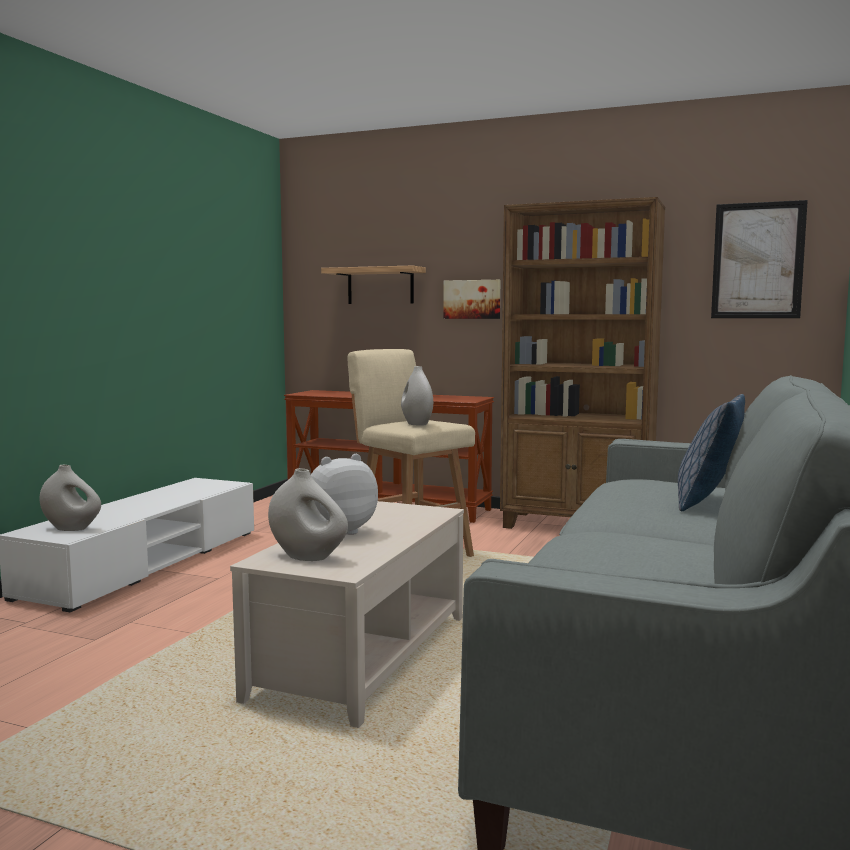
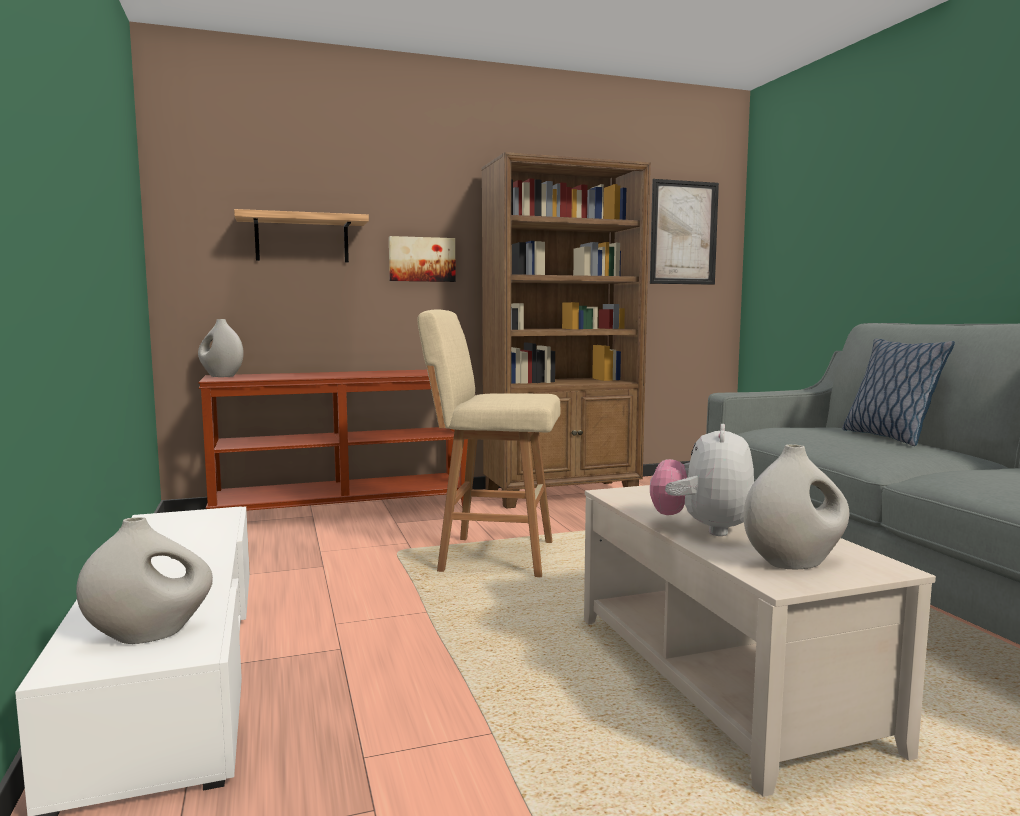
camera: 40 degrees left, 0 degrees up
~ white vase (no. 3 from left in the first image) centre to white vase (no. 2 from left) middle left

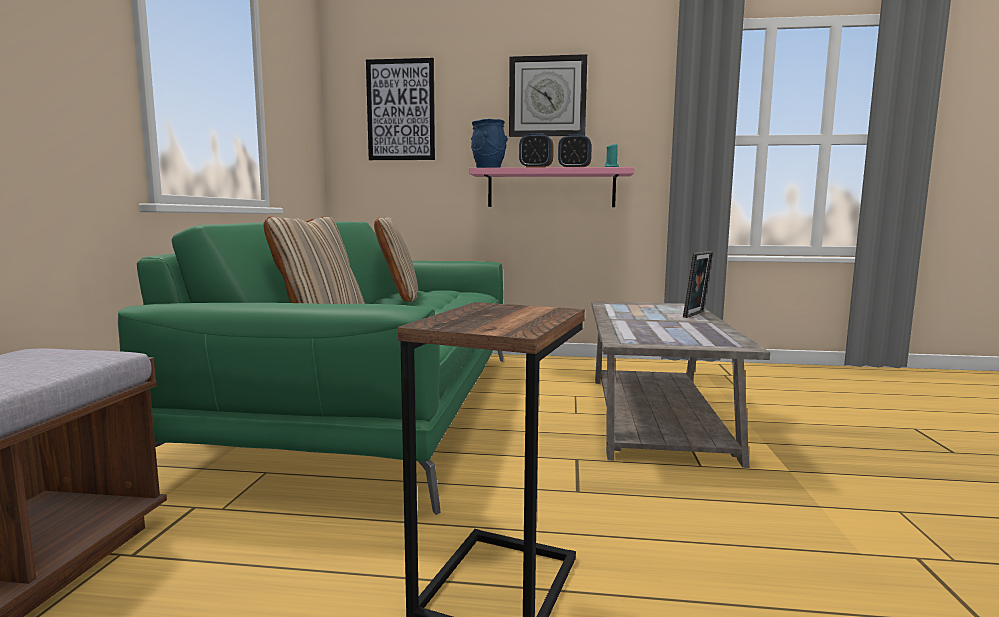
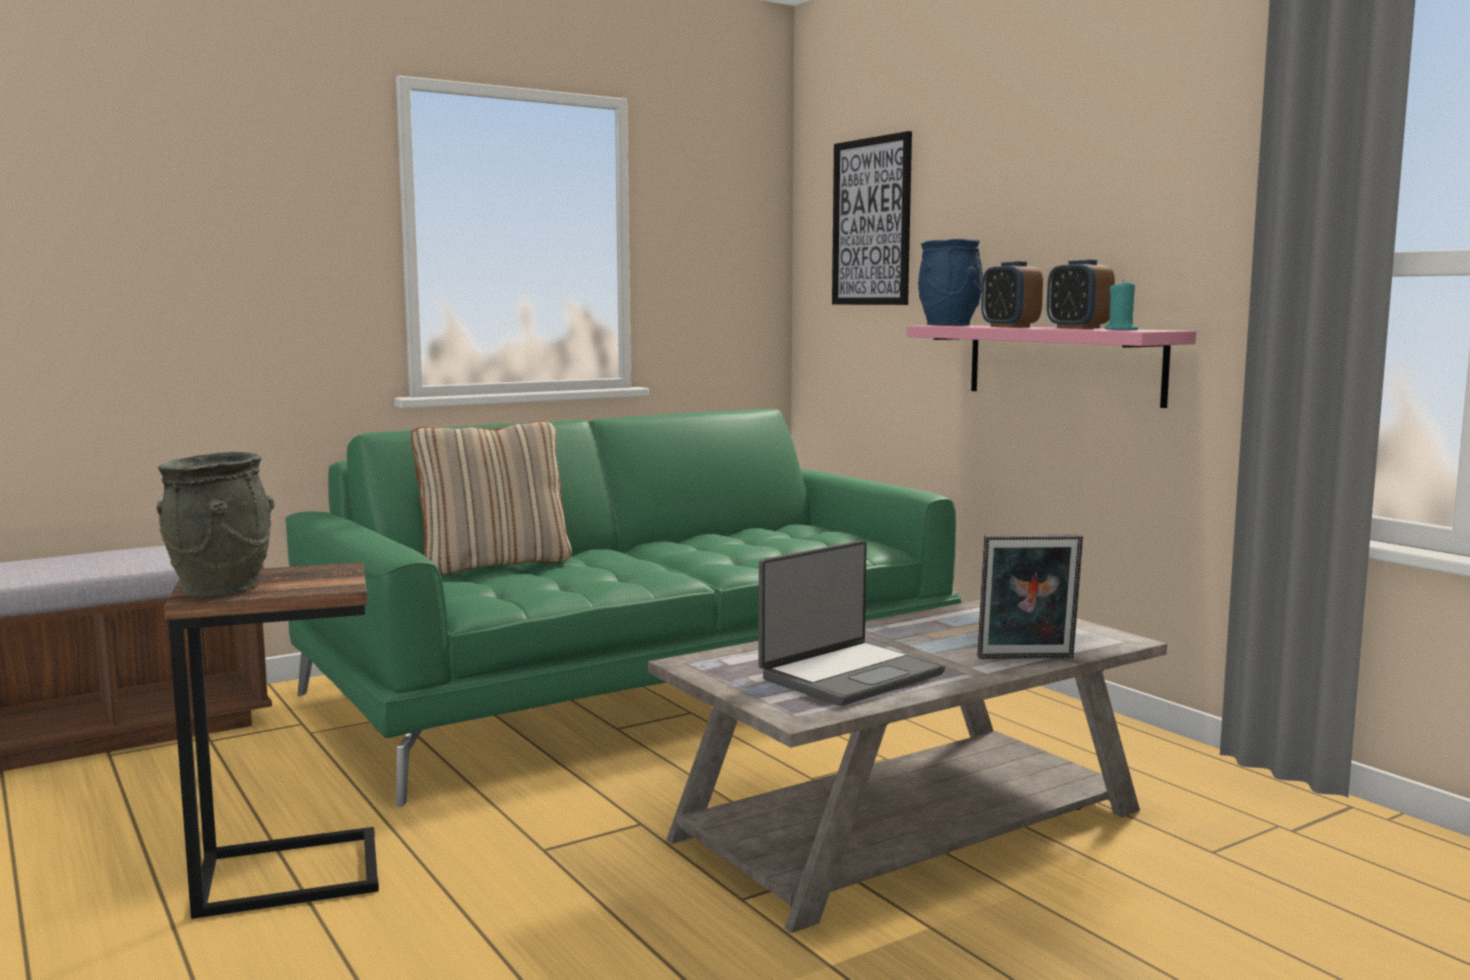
camera: 50 degrees right, 0 degrees up
- beige pillow (no. 2 from left) centre
- wall clock top centre
+ grey vase middle left
+ laptop centre

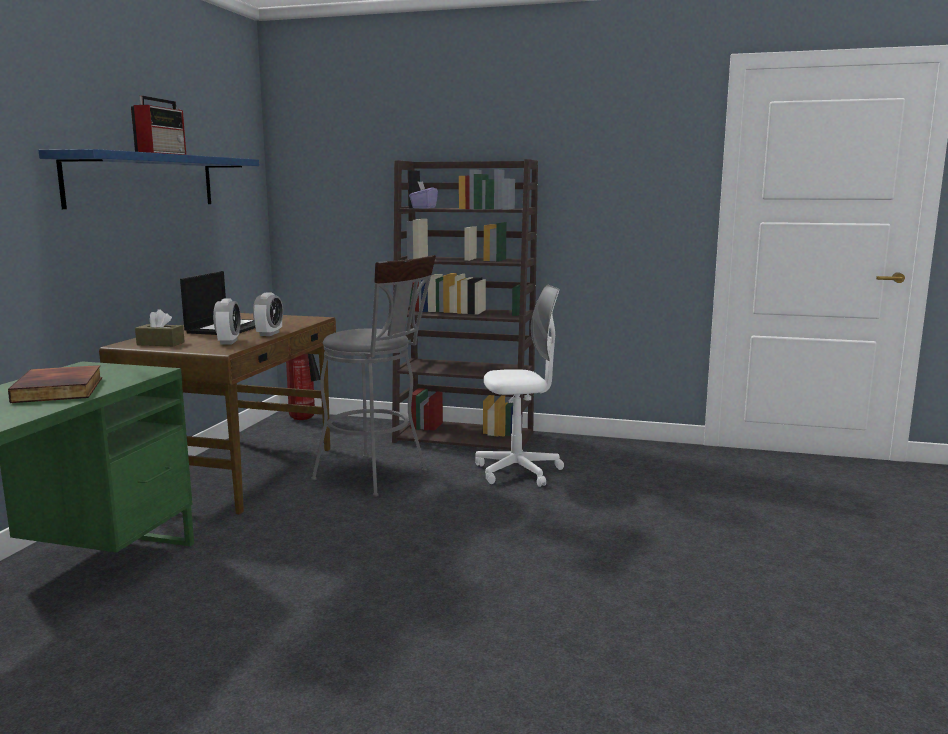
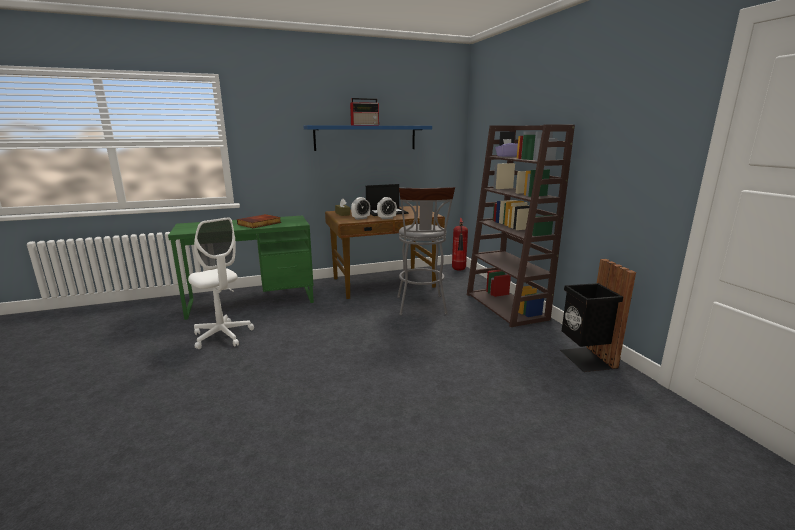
camera: 55 degrees right, 5 degrees up
~ white office chair centre to middle left
+ black trash can middle right

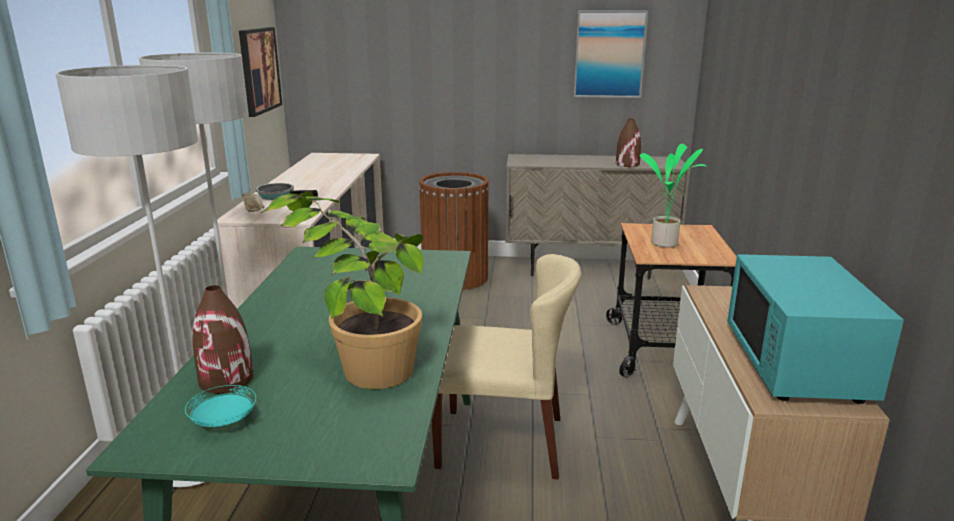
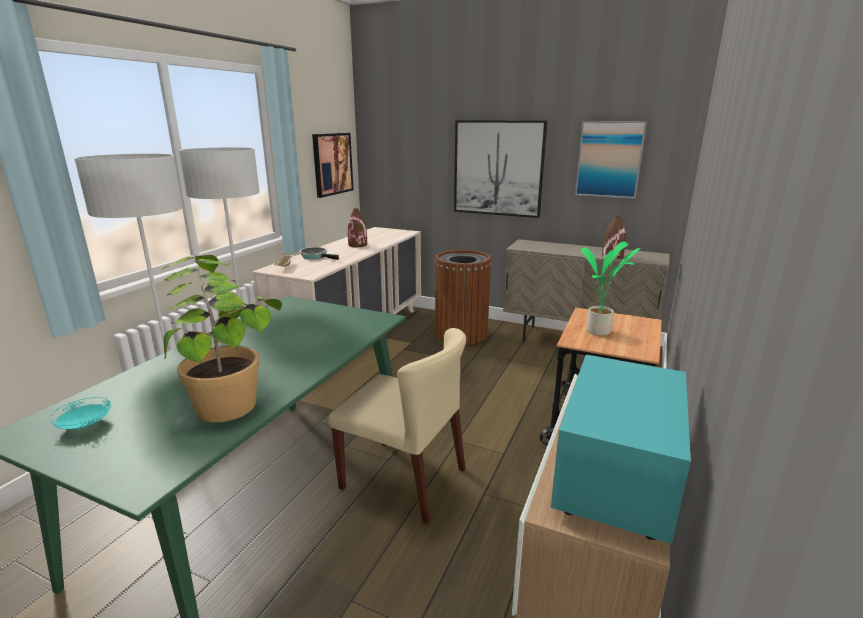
camera: 20 degrees right, 0 degrees up
~ brown vase (no. 1 from left) middle left to centre
+ picture (no. 2 from left) top centre

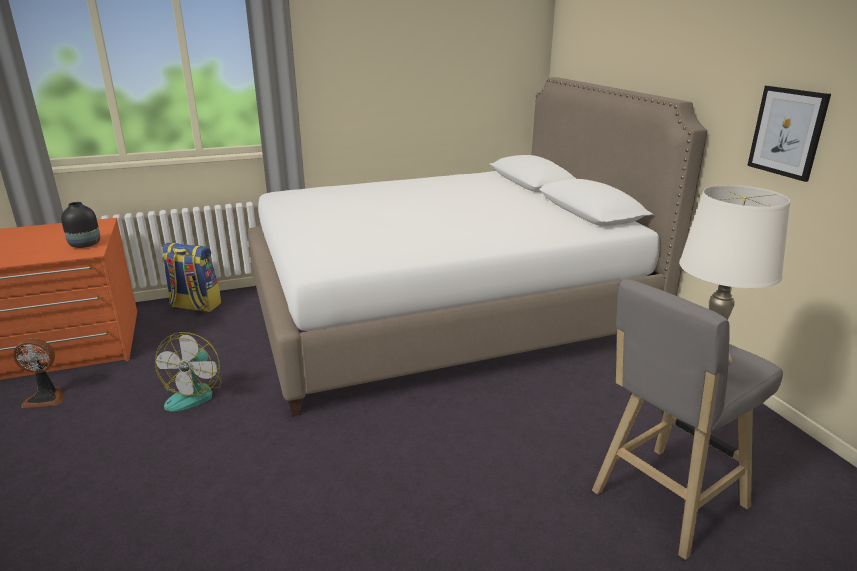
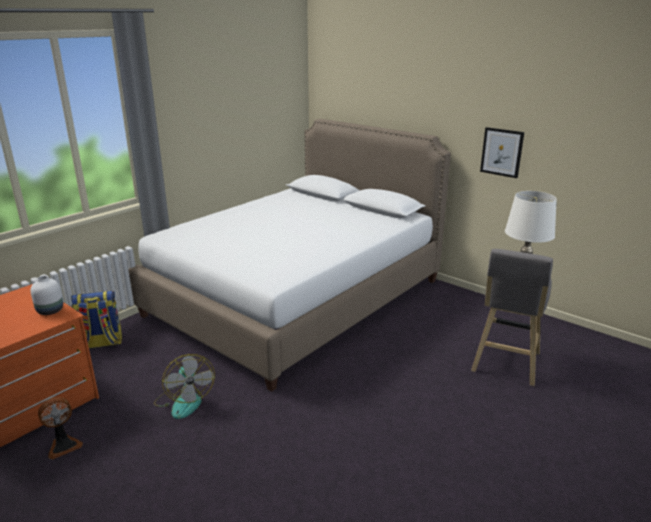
camera: 30 degrees left, 0 degrees up
~ black vase middle left to white vase middle left

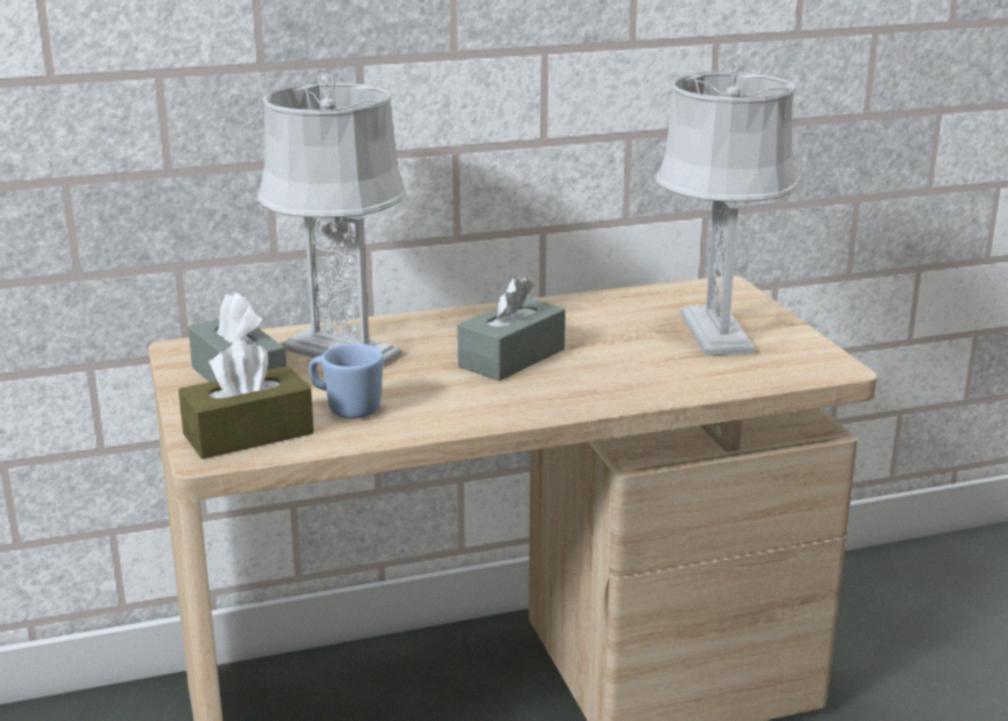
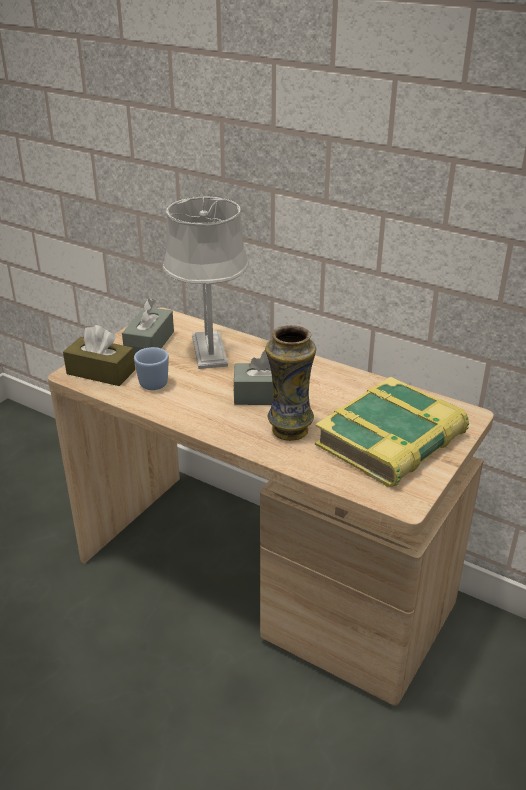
camera: 50 degrees right, 10 degrees up
~ grey table lamp (no. 2 from left) top right to book middle right
+ vase centre

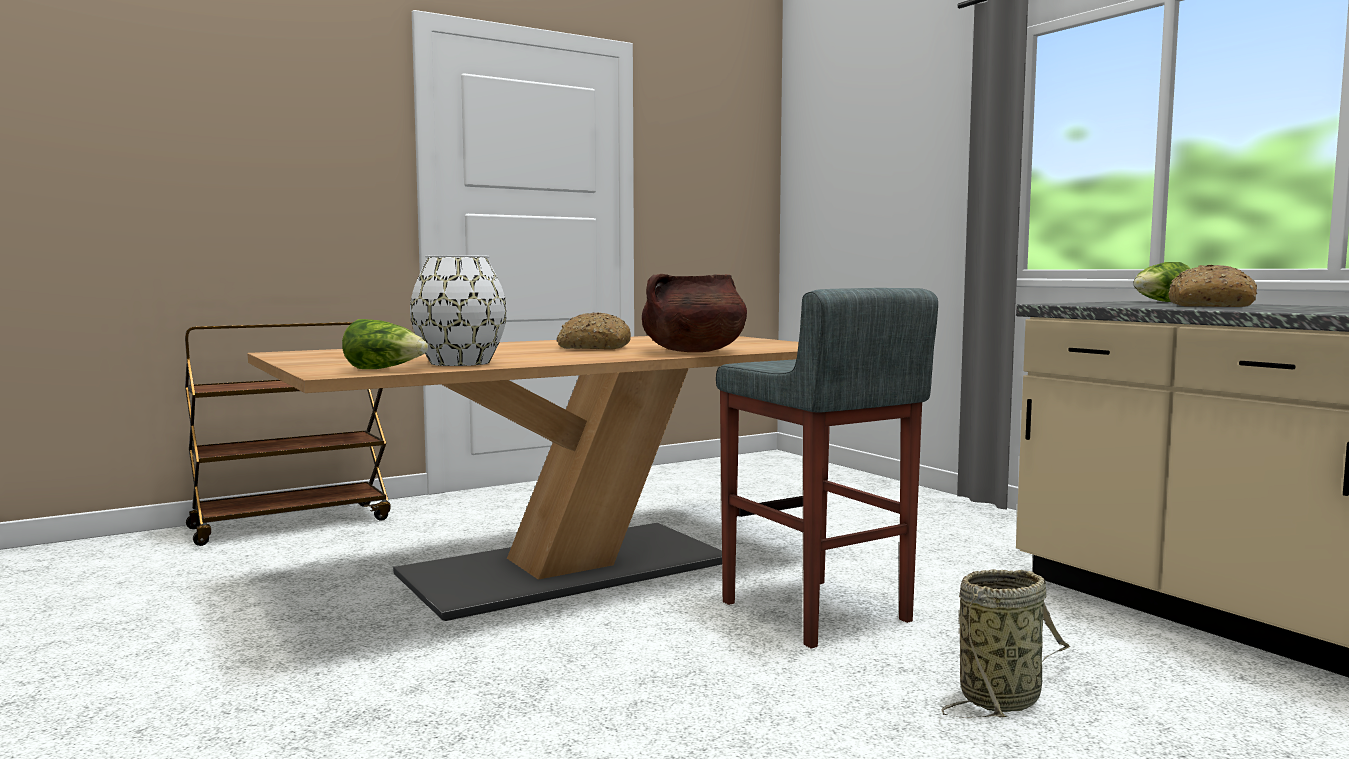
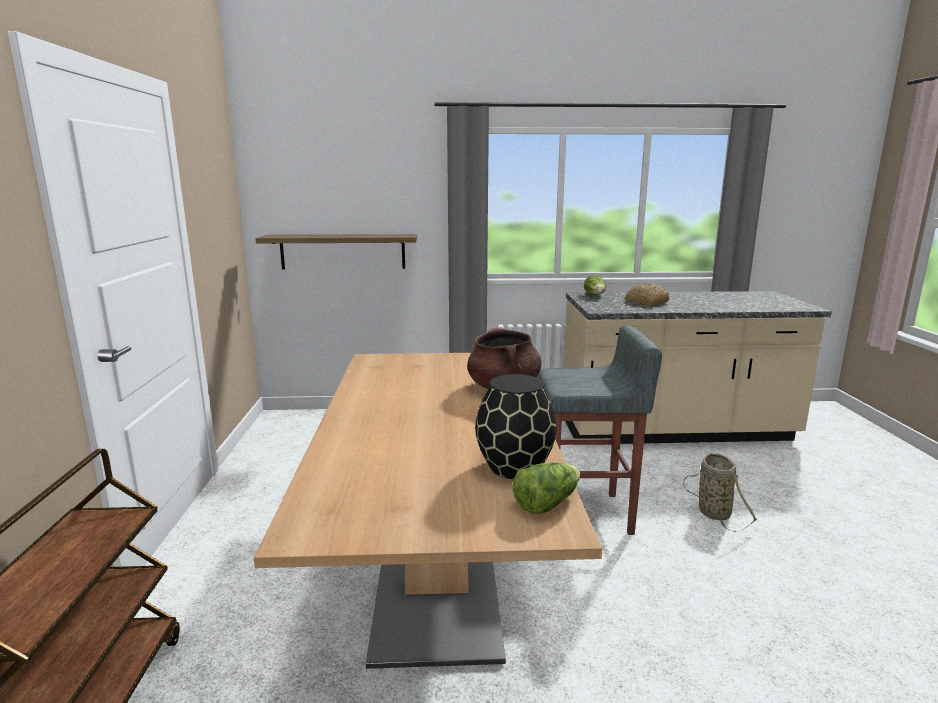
camera: 60 degrees left, 10 degrees up
~ white vase centre to black vase centre
- bread (no. 1 from left) centre
+ shelf centre

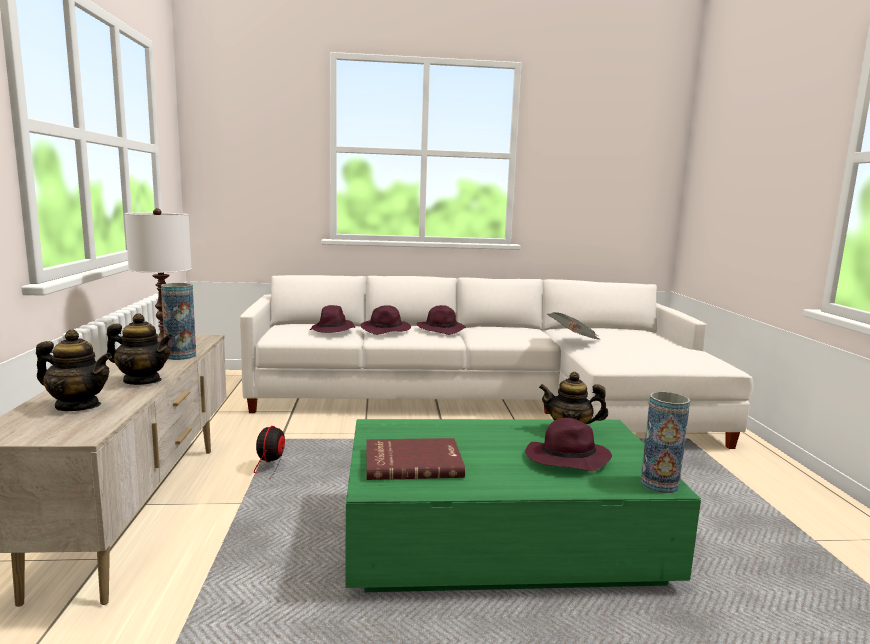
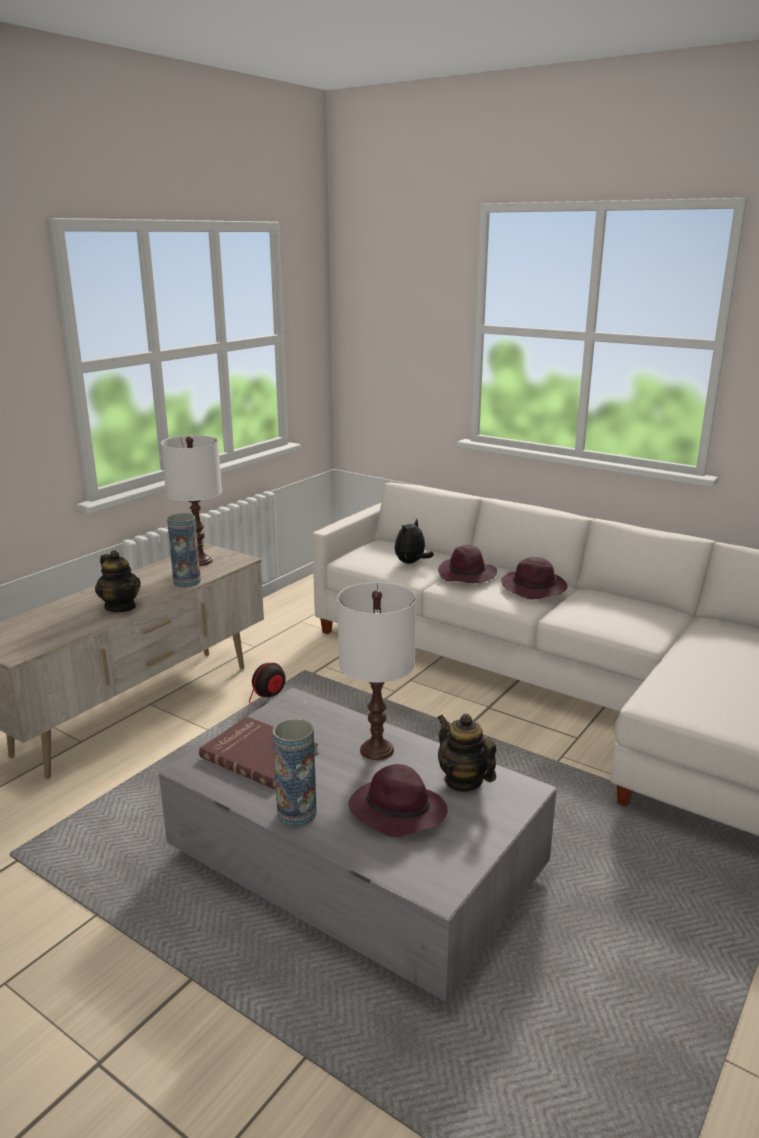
camera: 40 degrees right, 10 degrees up
- teapot (no. 1 from left) middle left
~ purple hat (no. 1 from left) centre to plush toy centre
~ green coffee table bottom centre to grey coffee table bottom centre
- newspaper centre
~ vase (no. 2 from left) bottom right to bottom centre
+ white table lamp (no. 2 from left) centre

